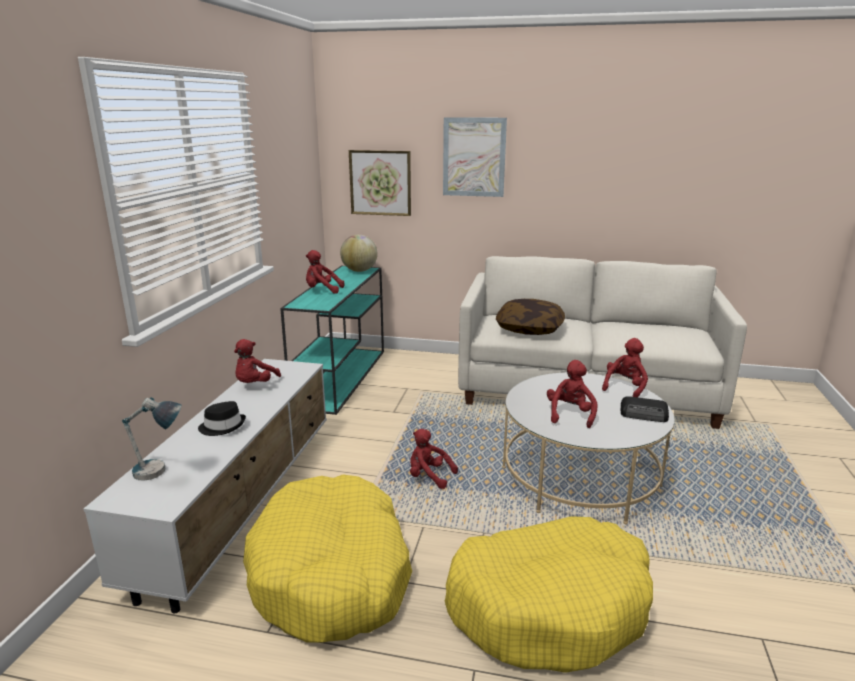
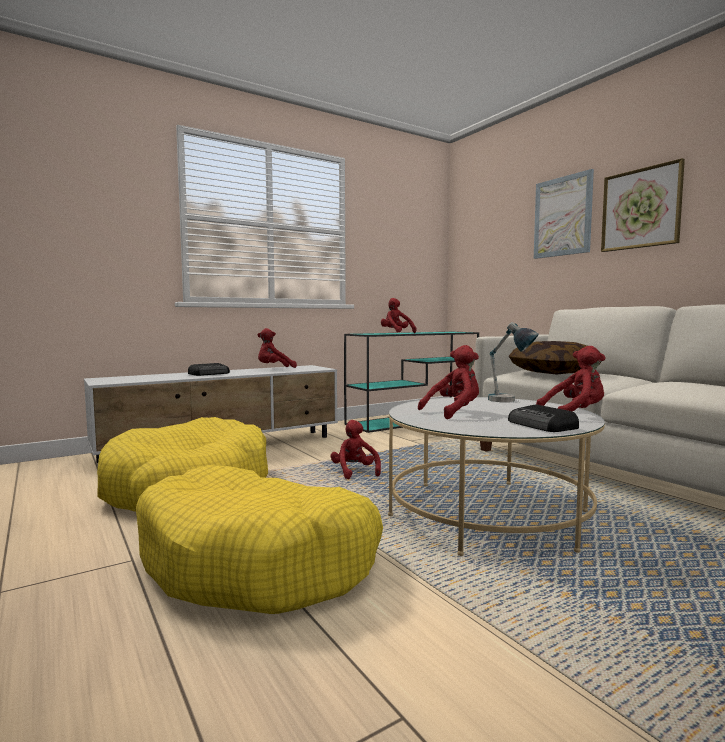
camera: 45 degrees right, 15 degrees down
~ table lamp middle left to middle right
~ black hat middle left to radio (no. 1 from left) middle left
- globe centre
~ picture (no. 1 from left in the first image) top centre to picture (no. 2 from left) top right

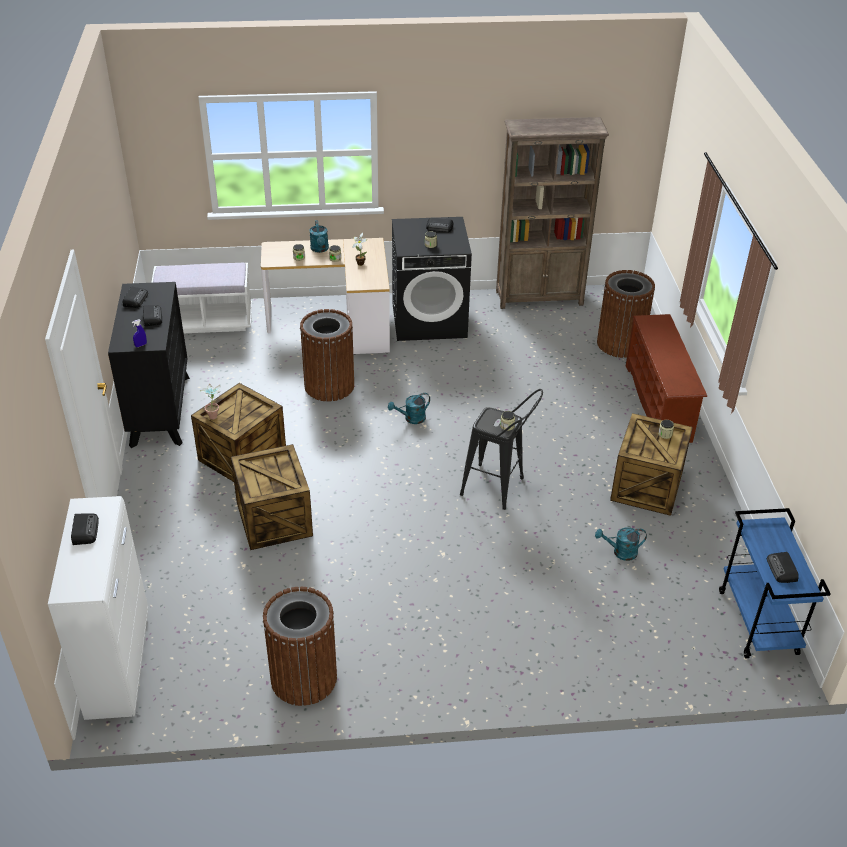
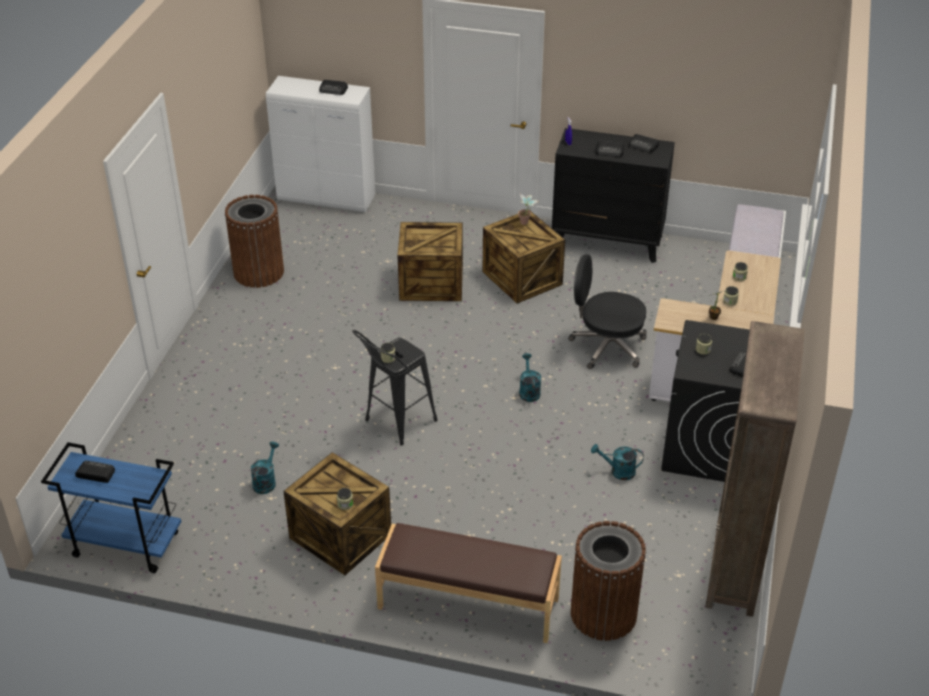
camera: 110 degrees right, 0 degrees up
~ brown trash can (no. 2 from left) centre to black office chair centre
~ turquoise watering can (no. 1 from left in the first image) top centre to turquoise watering can (no. 3 from left) centre
~ brown shoe rack middle right to brown bench bottom centre

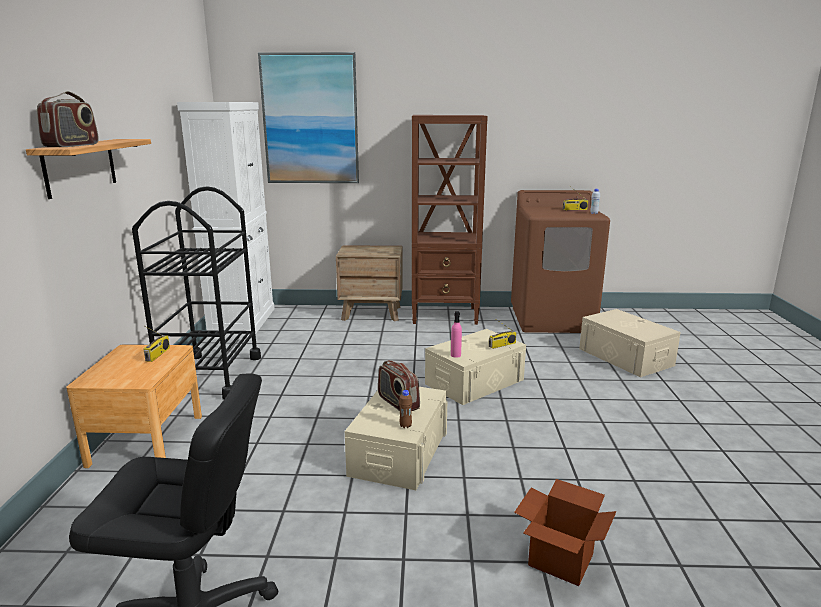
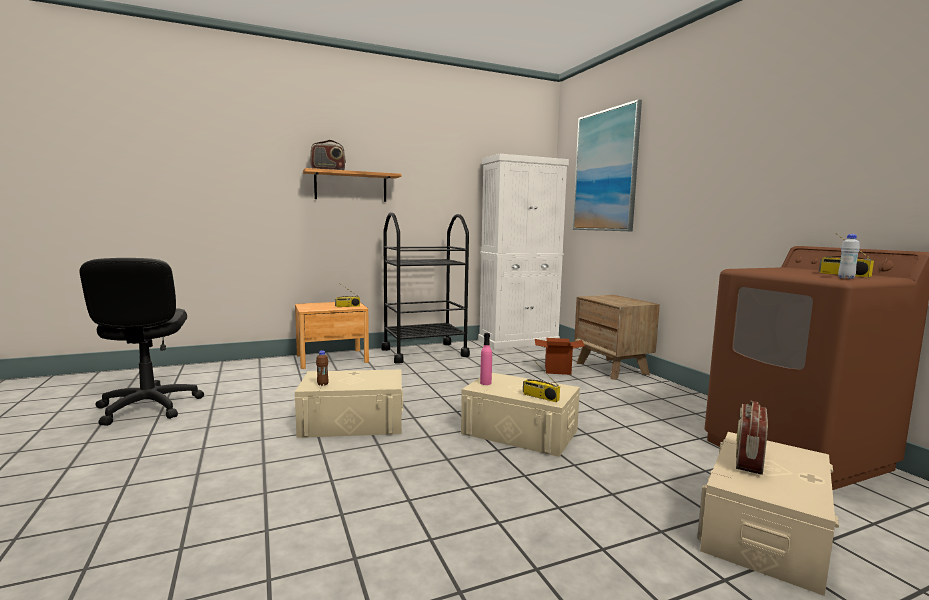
camera: 65 degrees right, 10 degrees down
~ radio (no. 3 from left in the first image) centre to radio (no. 4 from left) bottom right
- brown bookcase centre
~ cardboard box bottom right to centre

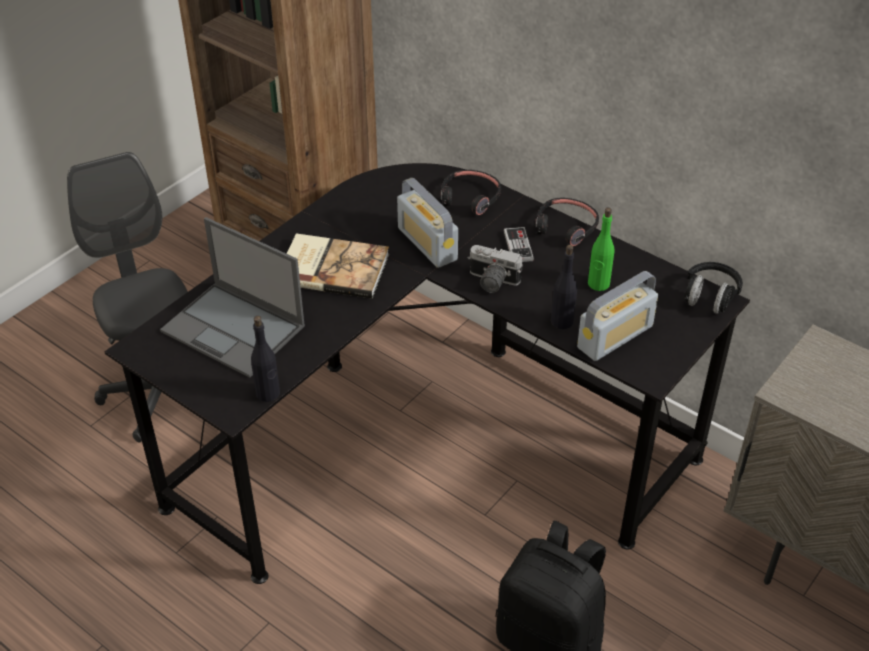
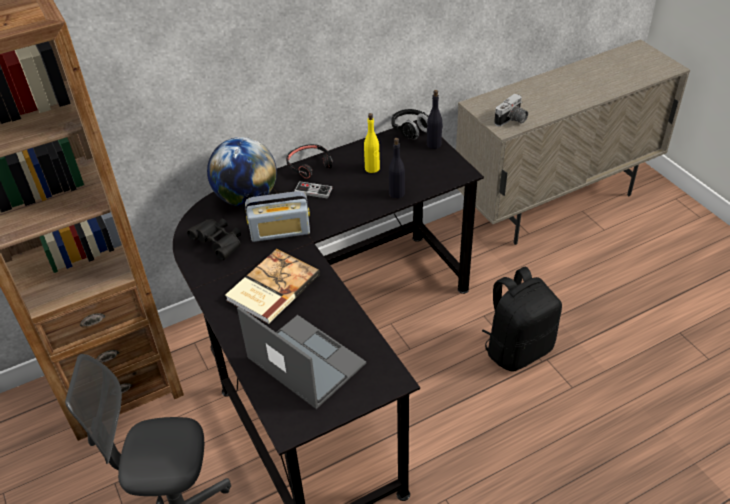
camera: 65 degrees left, 0 degrees up
~ laptop middle left = bottom centre 105 degrees counterclockwise
~ black bottle (no. 1 from left in the first image) middle left to black bottle (no. 2 from left) top centre
~ black headphones (no. 1 from left) top centre to globe middle left
~ photo camera centre to top right
- radio (no. 2 from left) middle right
~ green bottle middle right to yellow bottle top centre
+ black binoculars middle left

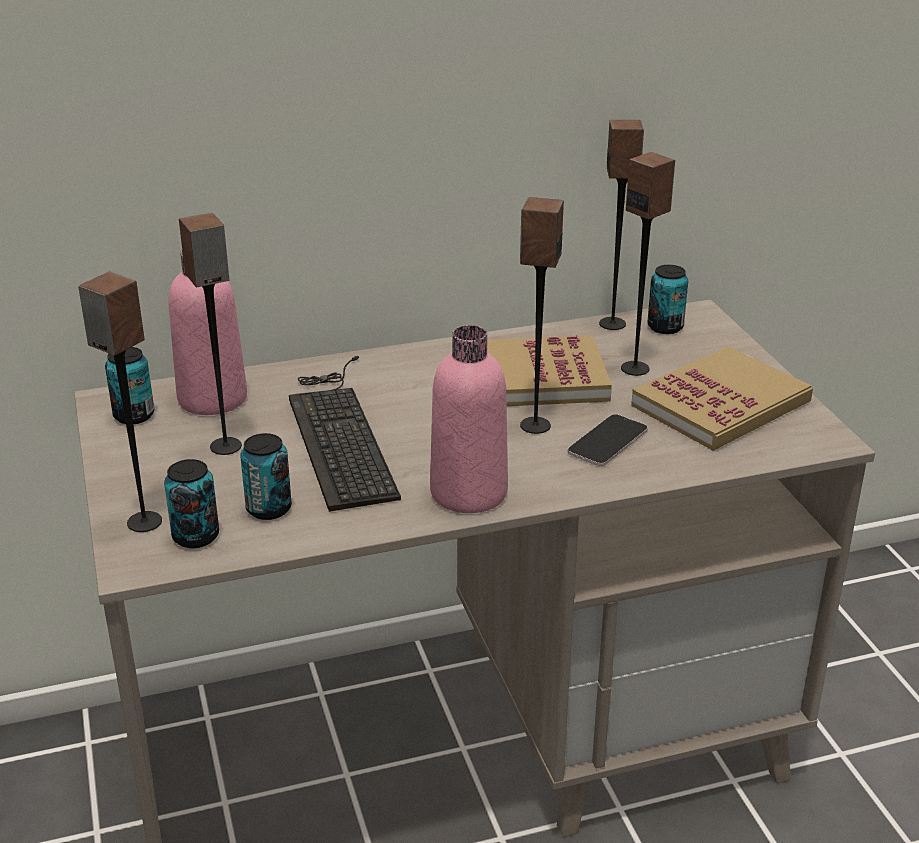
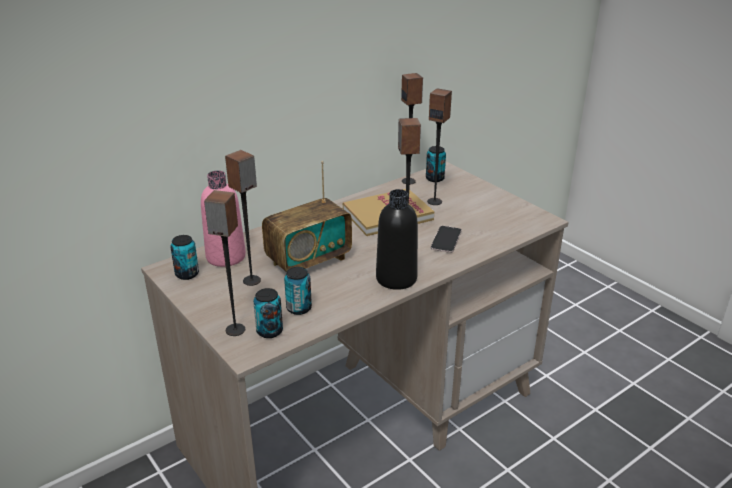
camera: 20 degrees left, 0 degrees up
~ keyboard centre to radio centre
~ pink bottle (no. 2 from left) centre to black bottle centre
- book (no. 2 from left) middle right

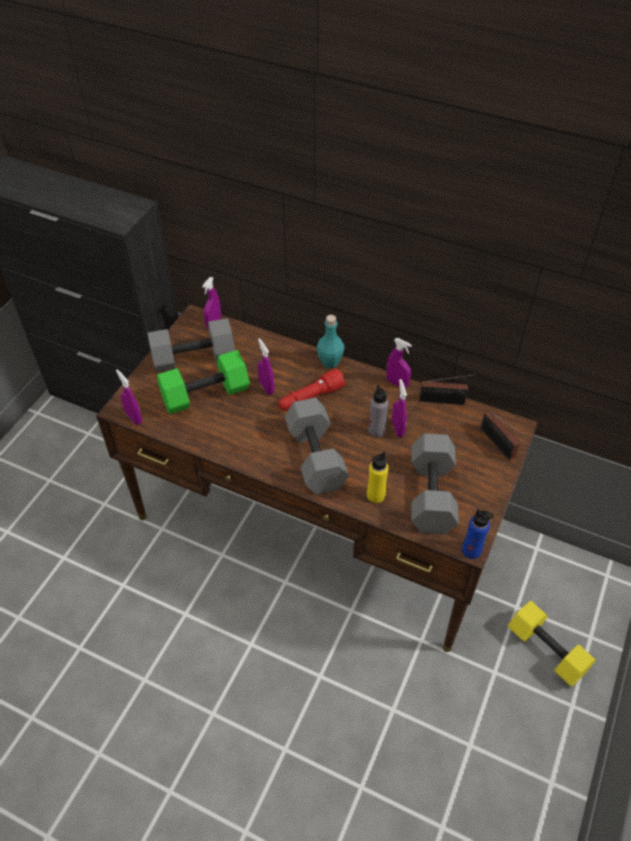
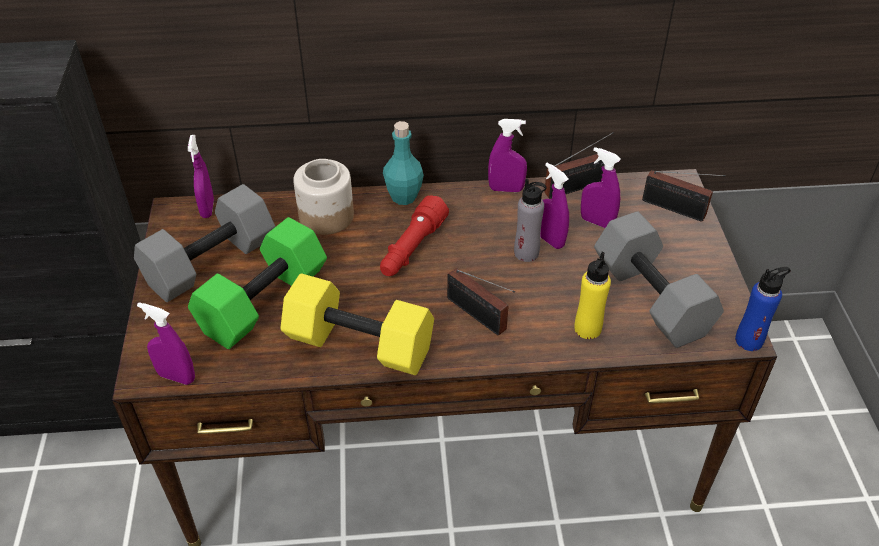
camera: 30 degrees left, 5 degrees down
~ purple spray bottle (no. 3 from left in the first image) centre to purple spray bottle (no. 5 from left) middle right
~ grey dumbbell (no. 2 from left) centre to radio (no. 1 from left) centre
~ yellow dumbbell bottom right to centre
+ jar centre

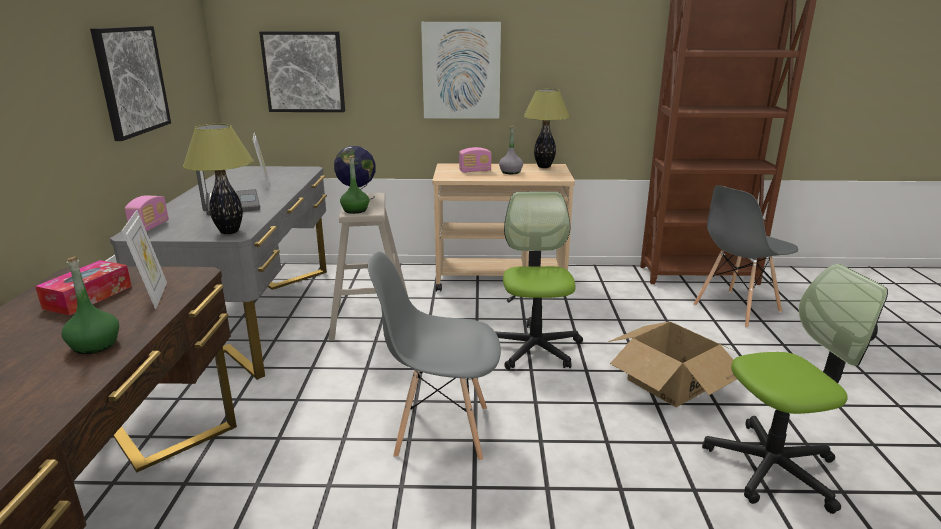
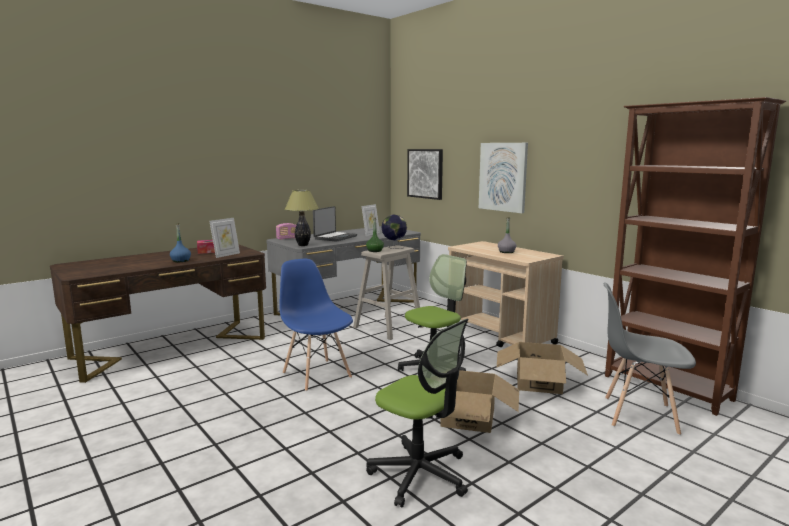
camera: 50 degrees right, 10 degrees down
~ green bottle (no. 1 from left) middle left to blue bottle middle left
- picture (no. 1 from left) top left
~ grey chair (no. 1 from left) bottom centre to blue chair centre
- radio (no. 2 from left) top centre
- table lamp (no. 2 from left) top centre
+ cardboard box (no. 2 from left) bottom right

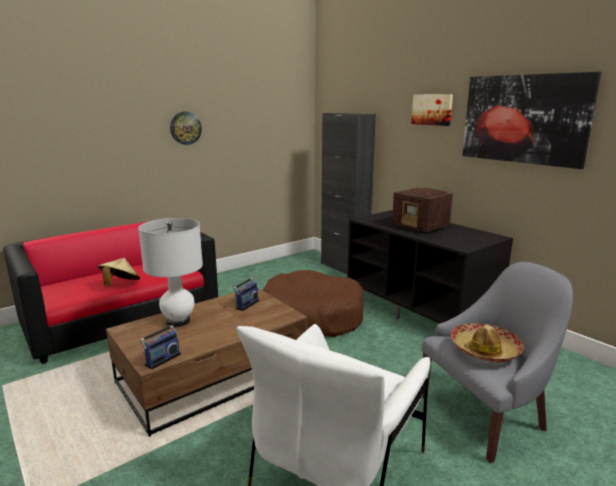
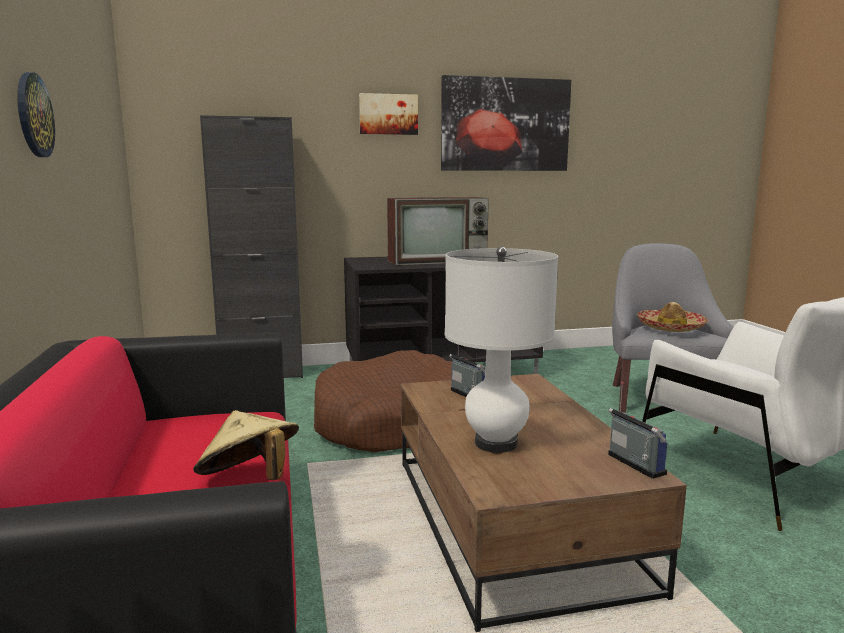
camera: 65 degrees left, 5 degrees down
~ radio (no. 3 from left) middle right to television centre

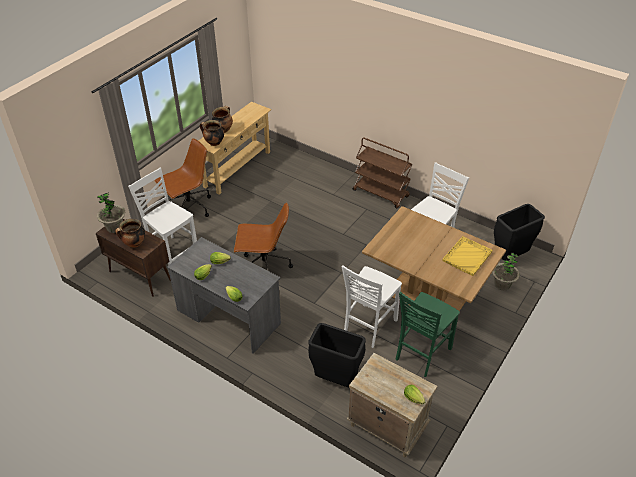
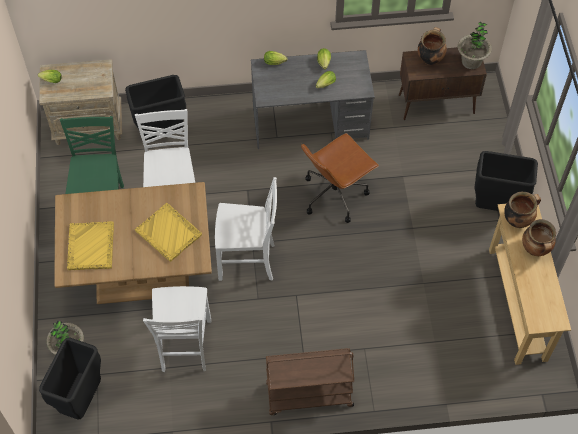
camera: 140 degrees right, 15 degrees up
~ white chair (no. 1 from left in the first image) middle left to white chair (no. 3 from left) centre
~ brown office chair (no. 1 from left) middle left to black trash can (no. 3 from left) middle right
+ yellow tray (no. 2 from left) middle left

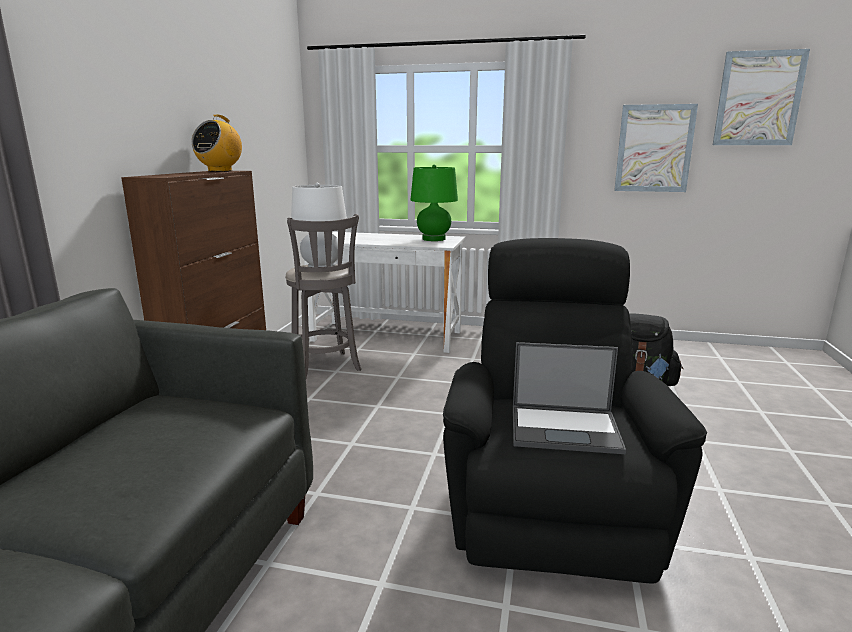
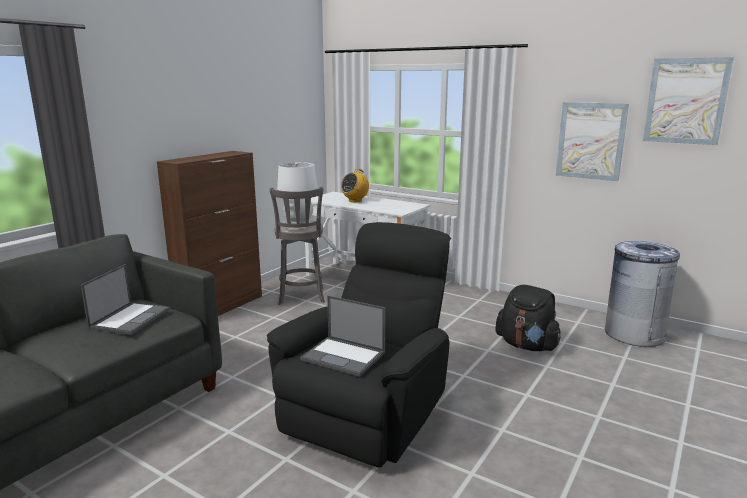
camera: 20 degrees right, 0 degrees up
~ radio top left to centre
- green table lamp top centre
+ laptop (no. 1 from left) middle left
+ grey trash can middle right

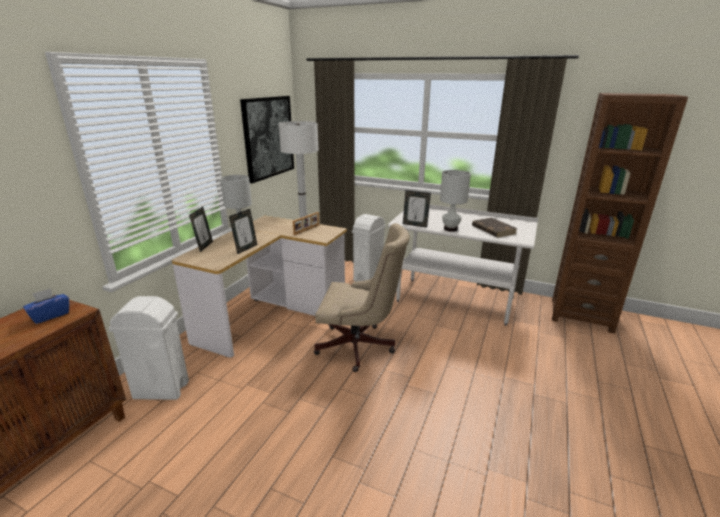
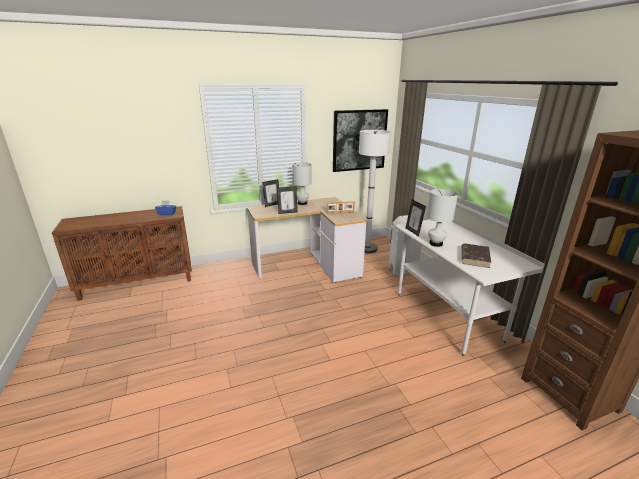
camera: 45 degrees right, 0 degrees up
- white trash can (no. 1 from left) bottom left
- beige office chair centre

